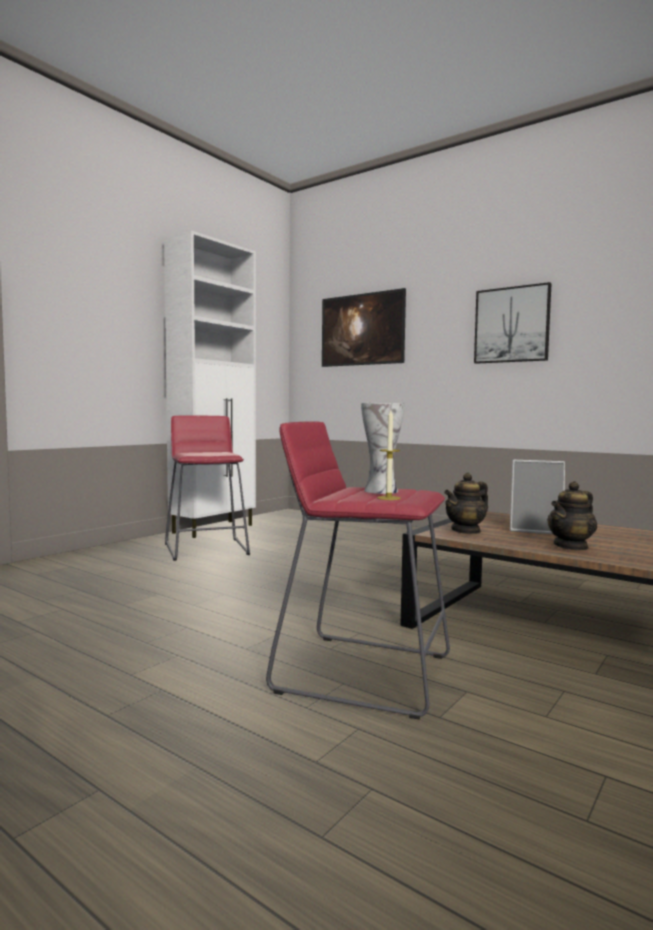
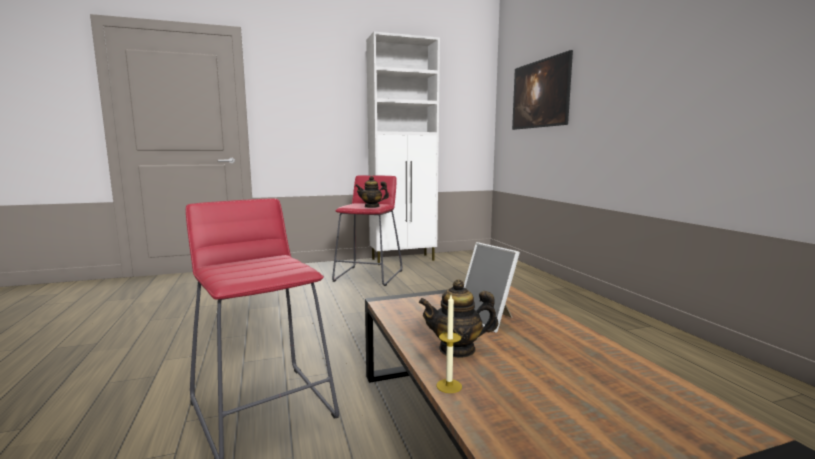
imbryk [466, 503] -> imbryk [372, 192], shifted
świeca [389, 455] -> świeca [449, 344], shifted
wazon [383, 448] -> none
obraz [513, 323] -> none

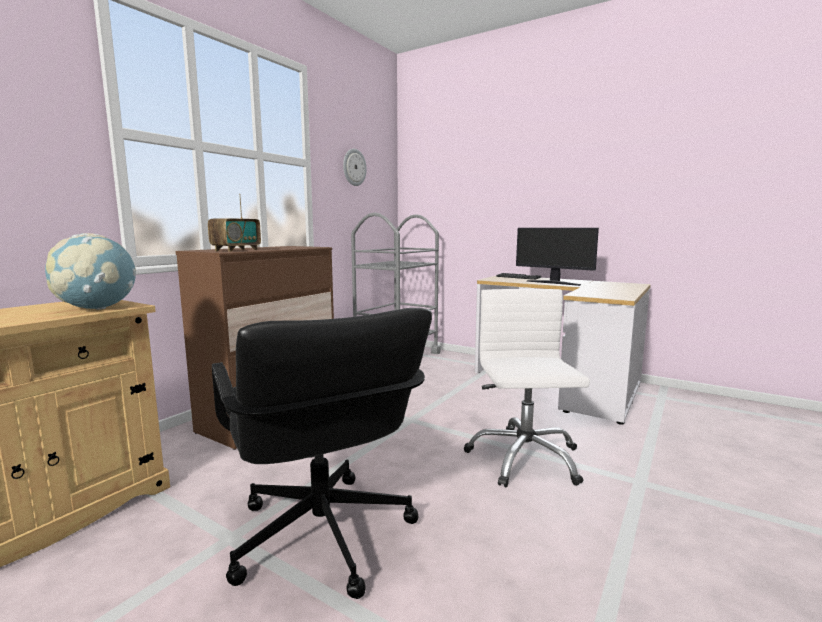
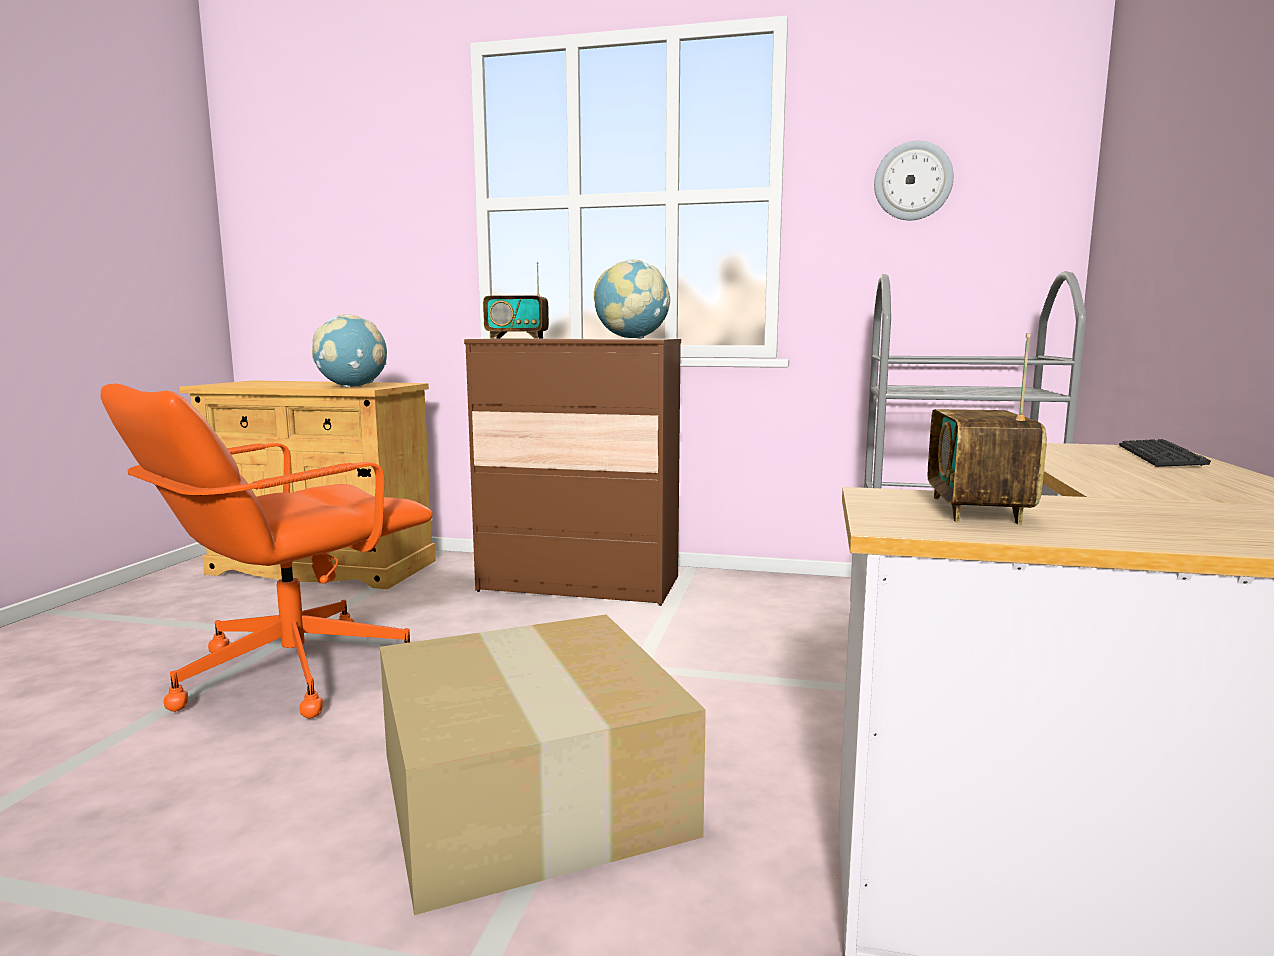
krzesło biurowe [czarny] [322, 453] -> krzesło biurowe [pomarańczowy] [267, 551]
krzesło biurowe [biały] [527, 388] -> karton [543, 764]
none -> globus [632, 299]
none -> radio [987, 429]
monitor [557, 257] -> none

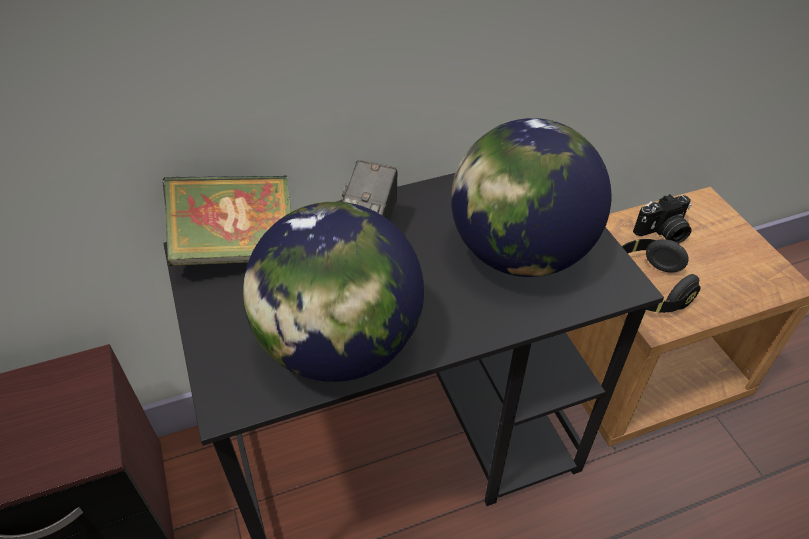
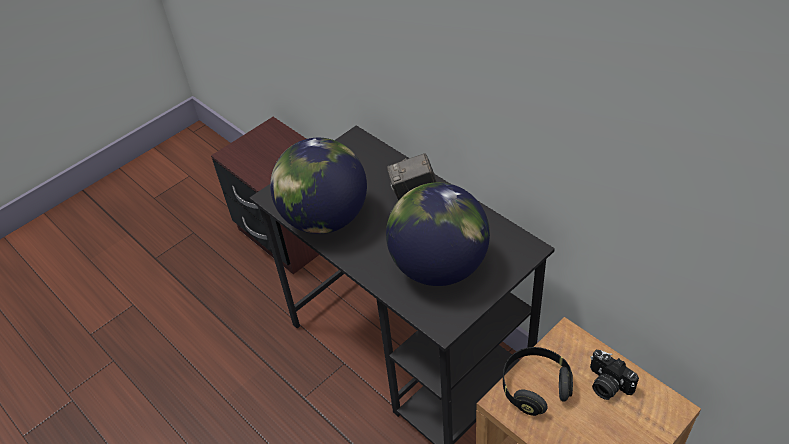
książka [226, 220] -> none

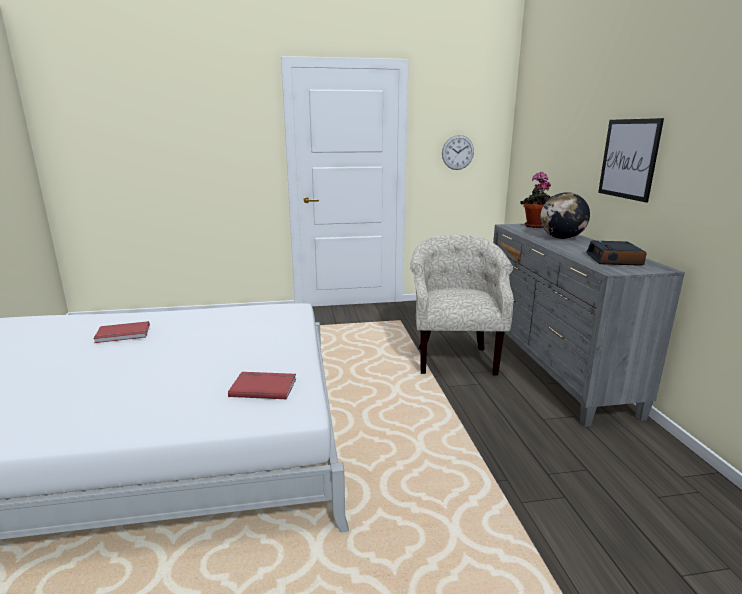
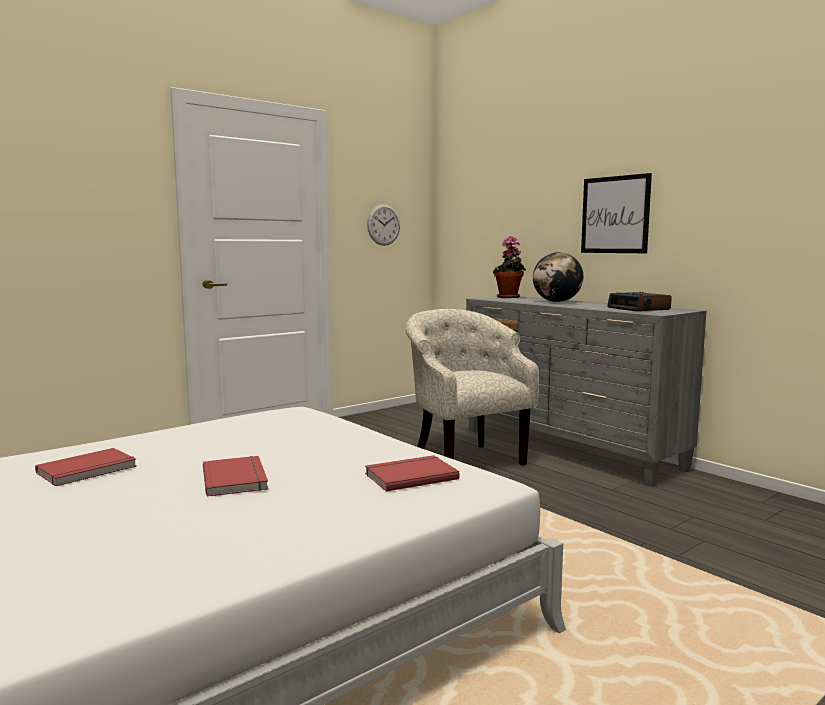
none -> książka [czerwony] [235, 476]

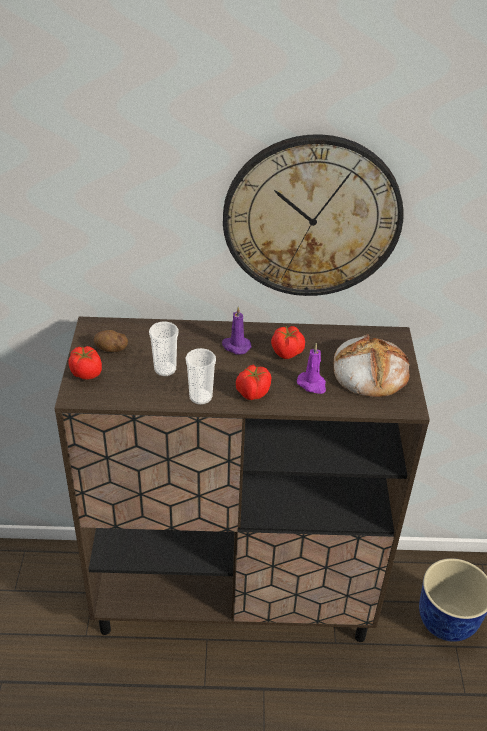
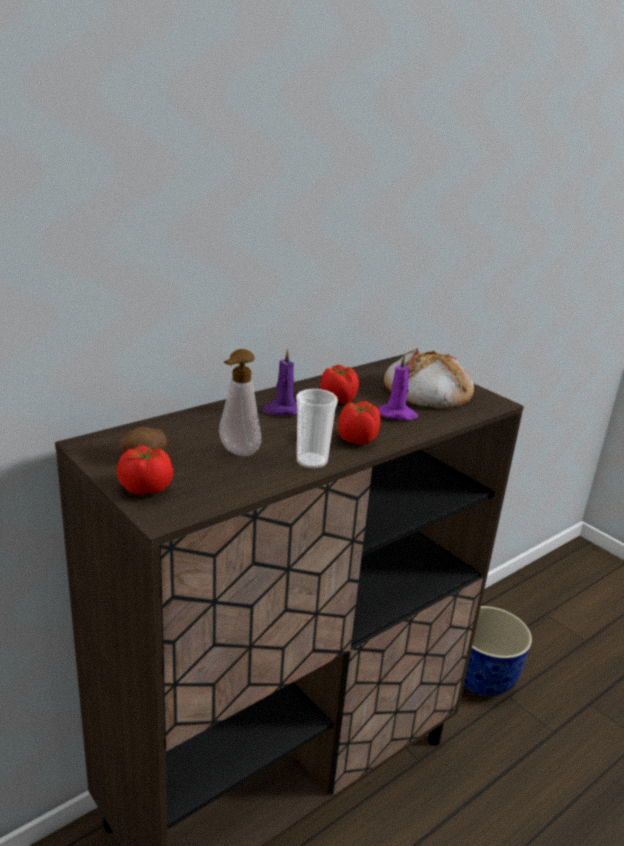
filiżanka [163, 349] -> dozownik mydła [240, 402]
zegar ścienny [313, 215] -> none

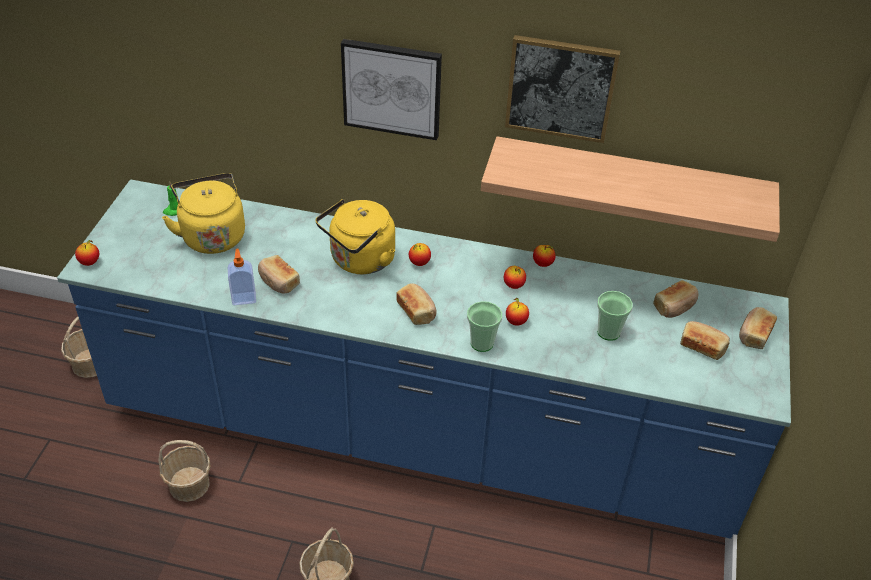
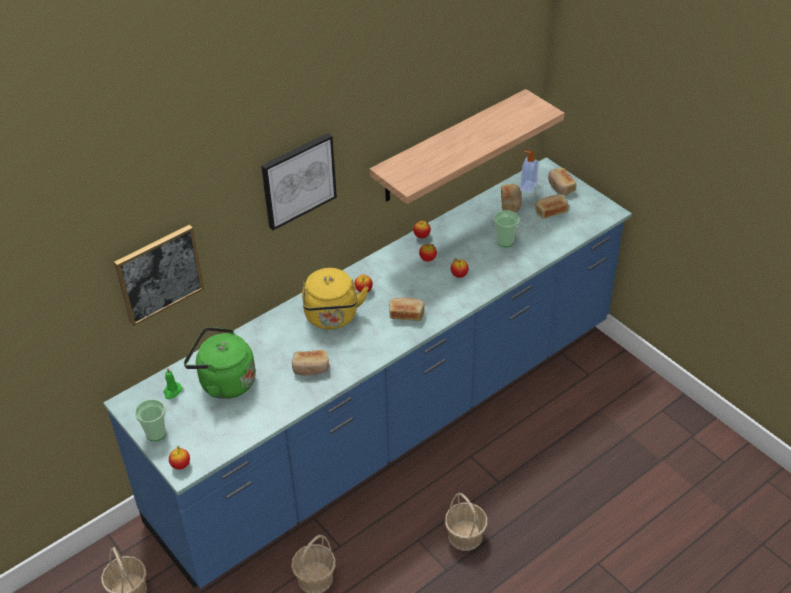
obraz [562, 89] -> obraz [159, 275], shifted
filiżanka [484, 326] -> filiżanka [150, 420], shifted
czajnik [żółty] [203, 213] -> czajnik [zielony] [220, 363]
dozownik mydła [242, 277] -> dozownik mydła [529, 171], shifted

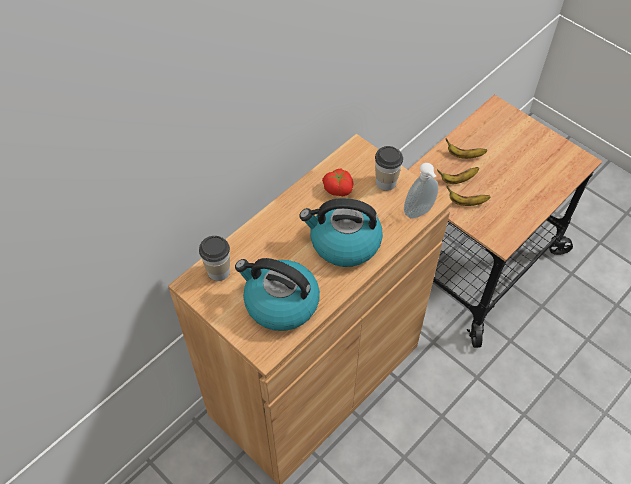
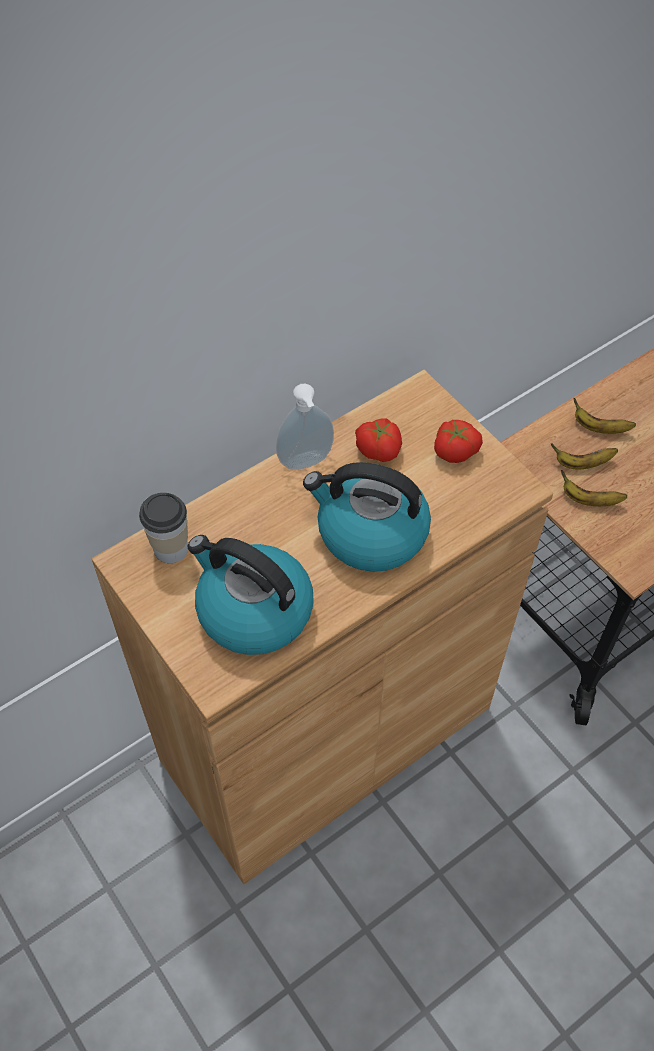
dozownik mydła [421, 191] -> dozownik mydła [305, 426], shifted
filiżanka [389, 168] -> pomidor [458, 441]

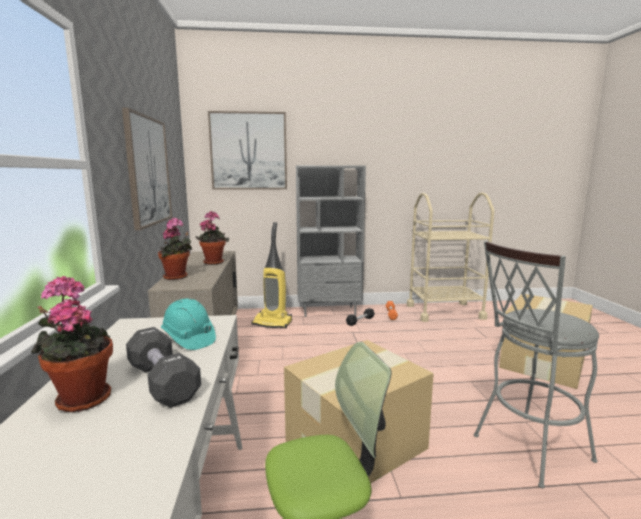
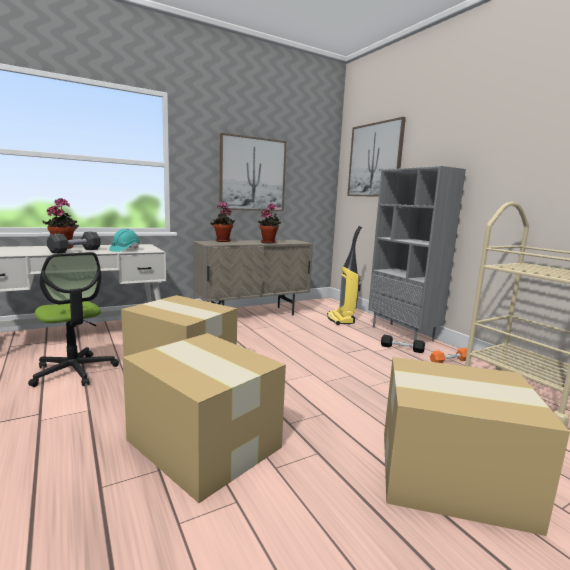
stołek [szary] [536, 364] -> karton [204, 418]

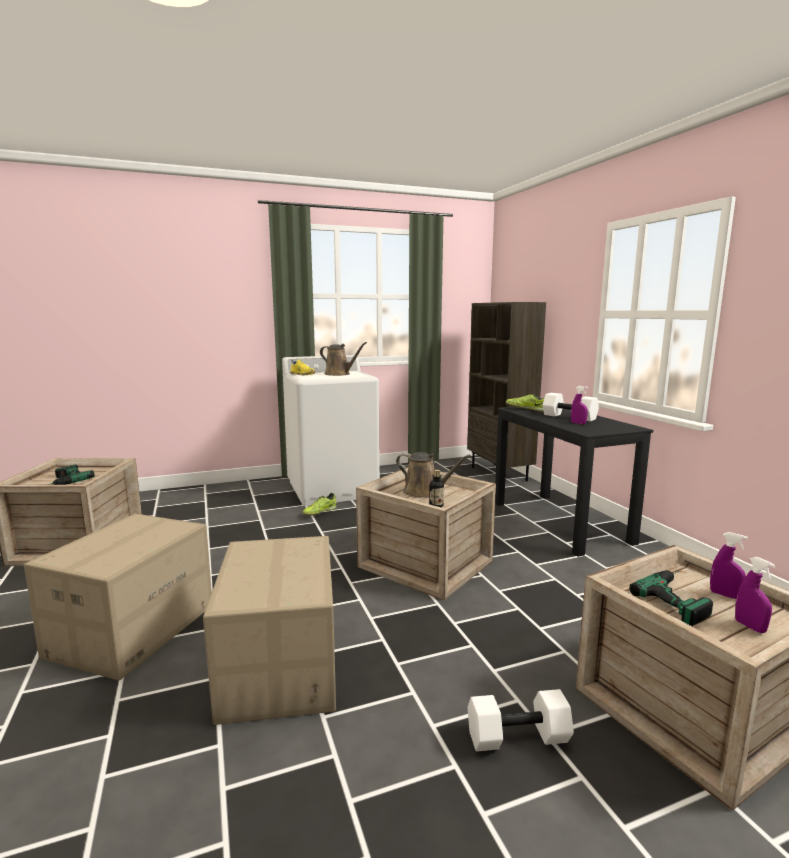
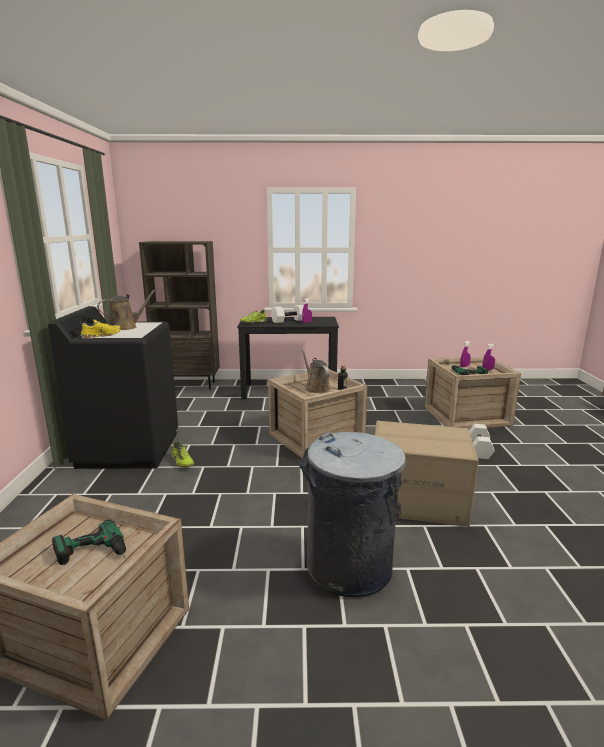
pralka [biały] [331, 430] -> pralka [czarny] [113, 387]
karton [118, 597] -> kosz na śmieci [szary] [352, 514]
konewka [brązowy] [433, 475] -> konewka [brązowy] [315, 371], 75 degrees counterclockwise

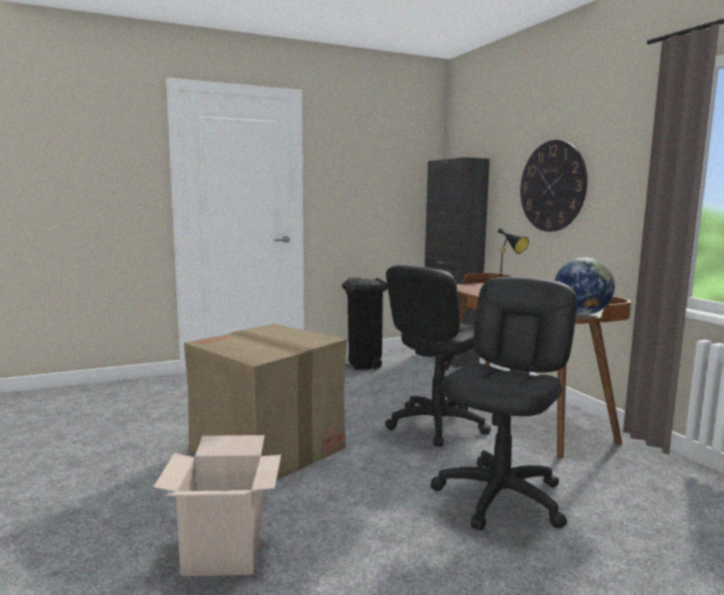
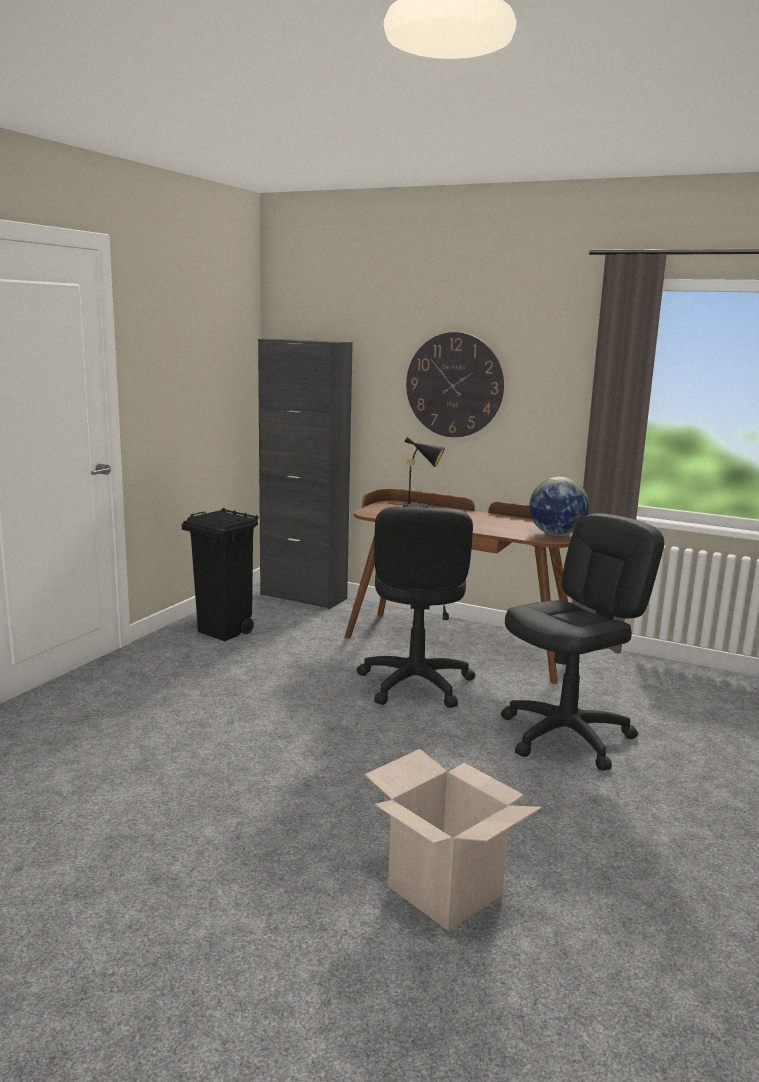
krzesło biurowe [czarny] [504, 403] -> krzesło biurowe [czarny] [582, 641], 60 degrees clockwise
karton [265, 402] -> none

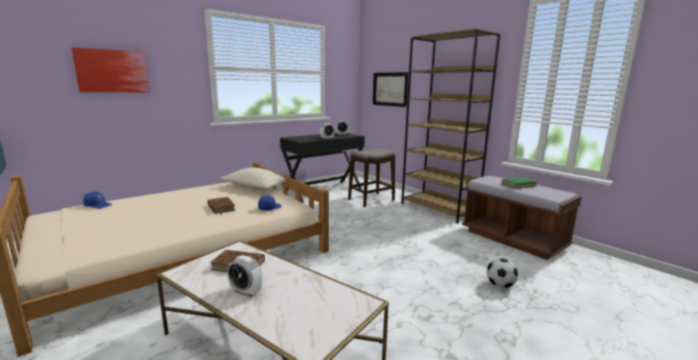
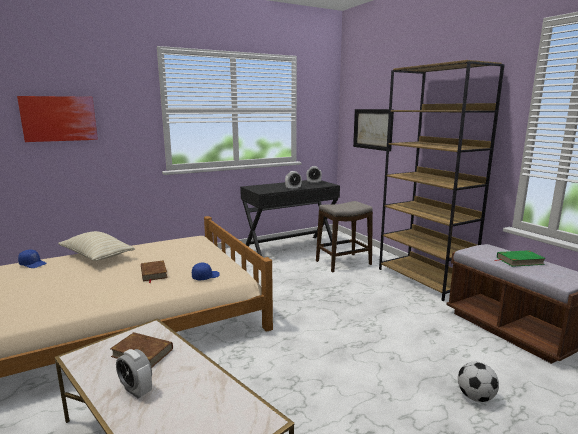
poduszka [beżowy] [252, 178] -> poduszka [beżowy] [96, 246], shifted

